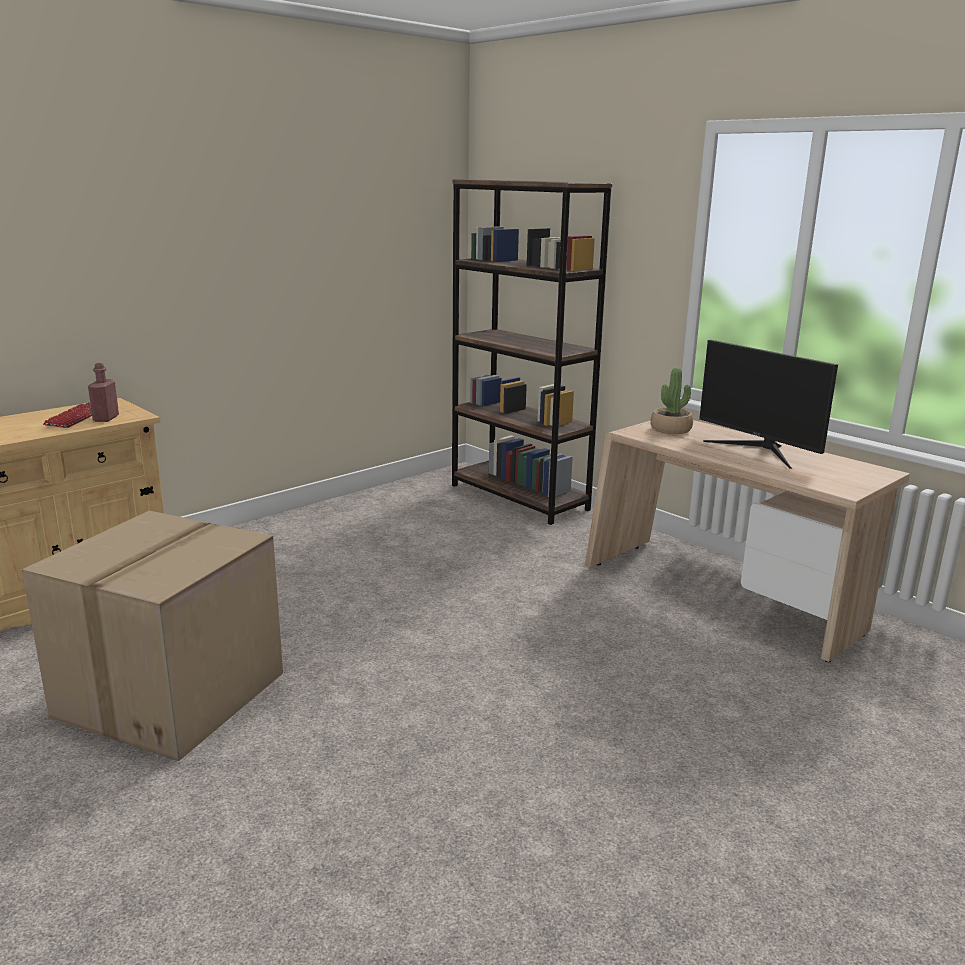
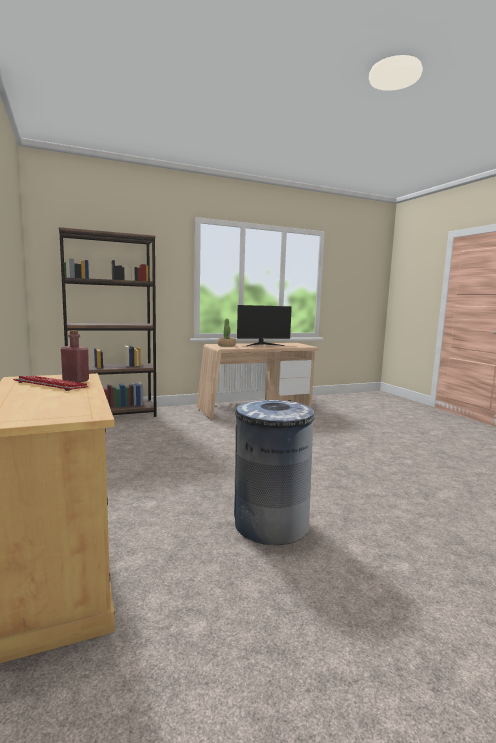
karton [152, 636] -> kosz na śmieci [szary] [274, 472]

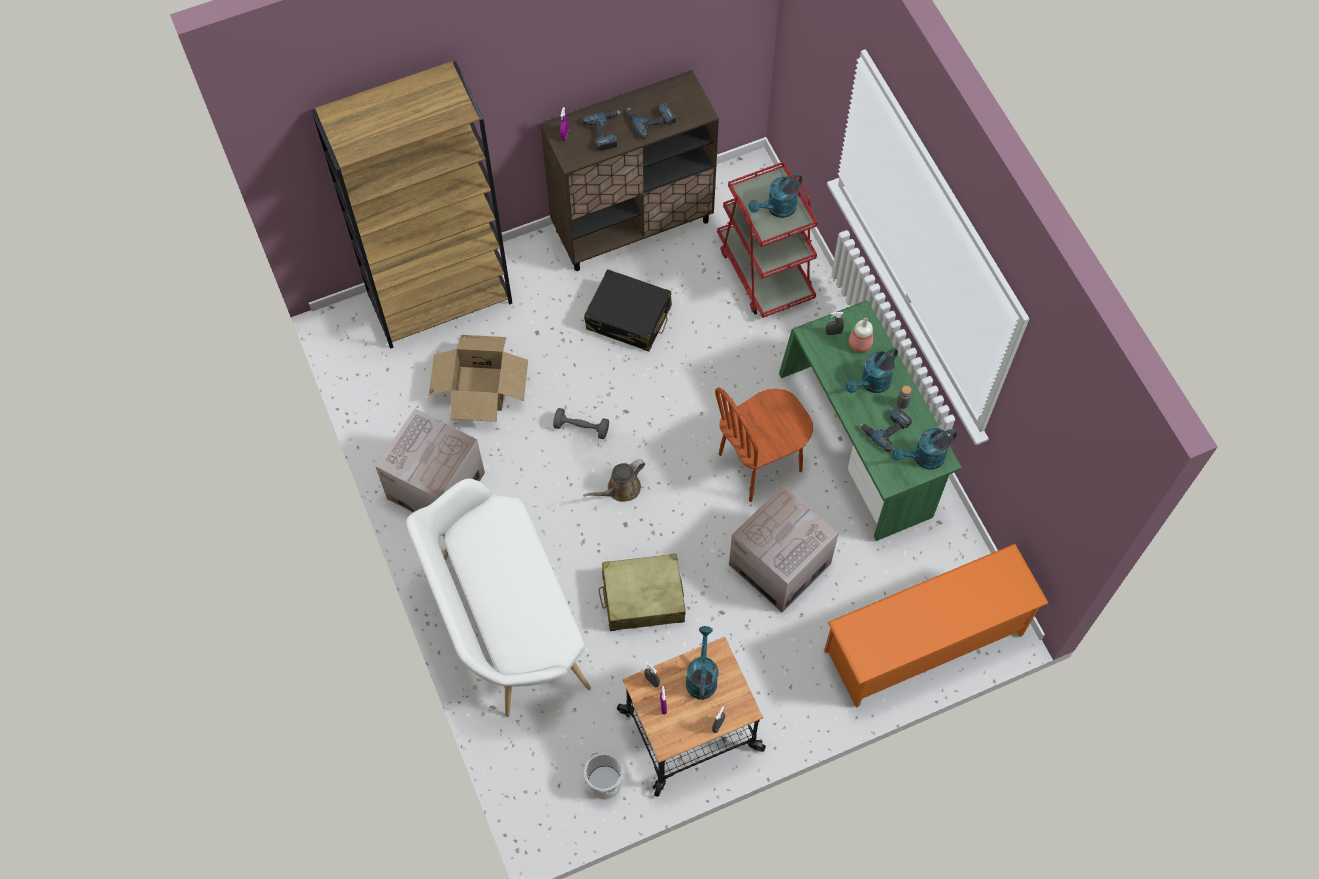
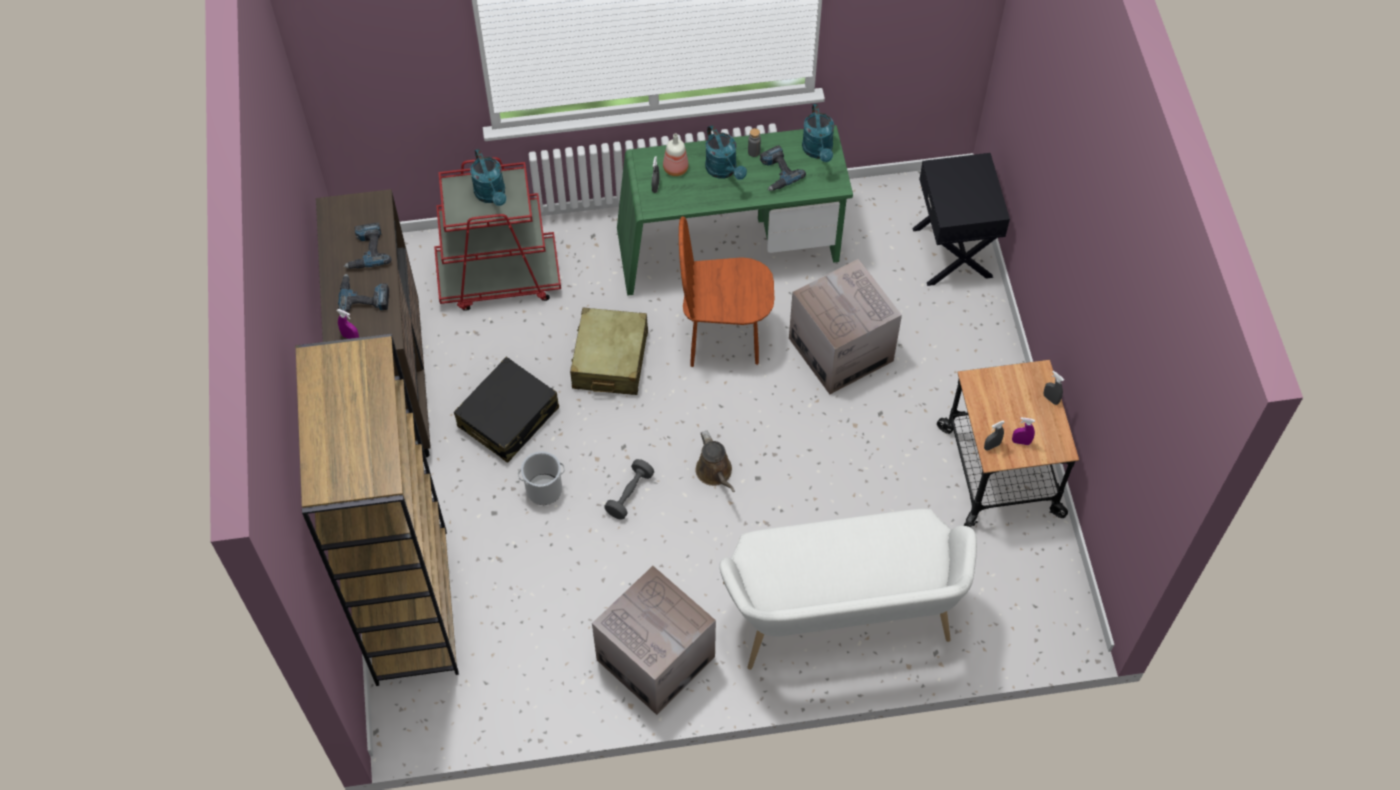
wiadro [603, 776] -> wiadro [541, 478], shifted
walizka [beżowy] [642, 592] -> walizka [beżowy] [609, 351], shifted
krzesło [brązowy] [764, 444] -> krzesło [brązowy] [726, 291], 105 degrees clockwise
regał na buty [pomarańczowy] [936, 626] -> szafka nocna [czarny] [961, 219]
karton [478, 378] -> none
konewka [turkusowy] [702, 663] -> none

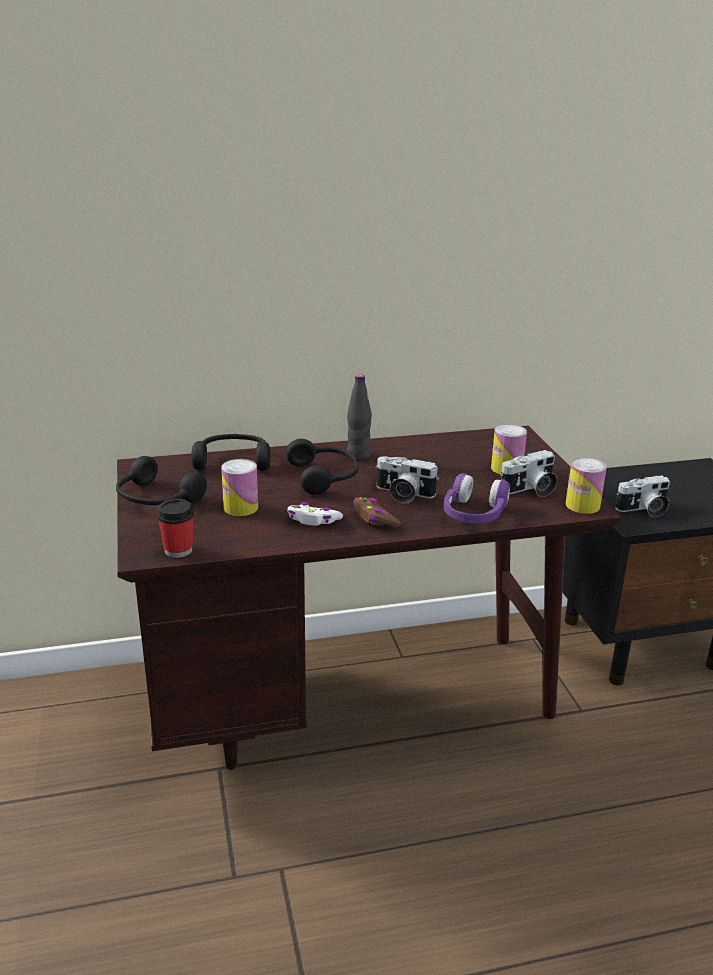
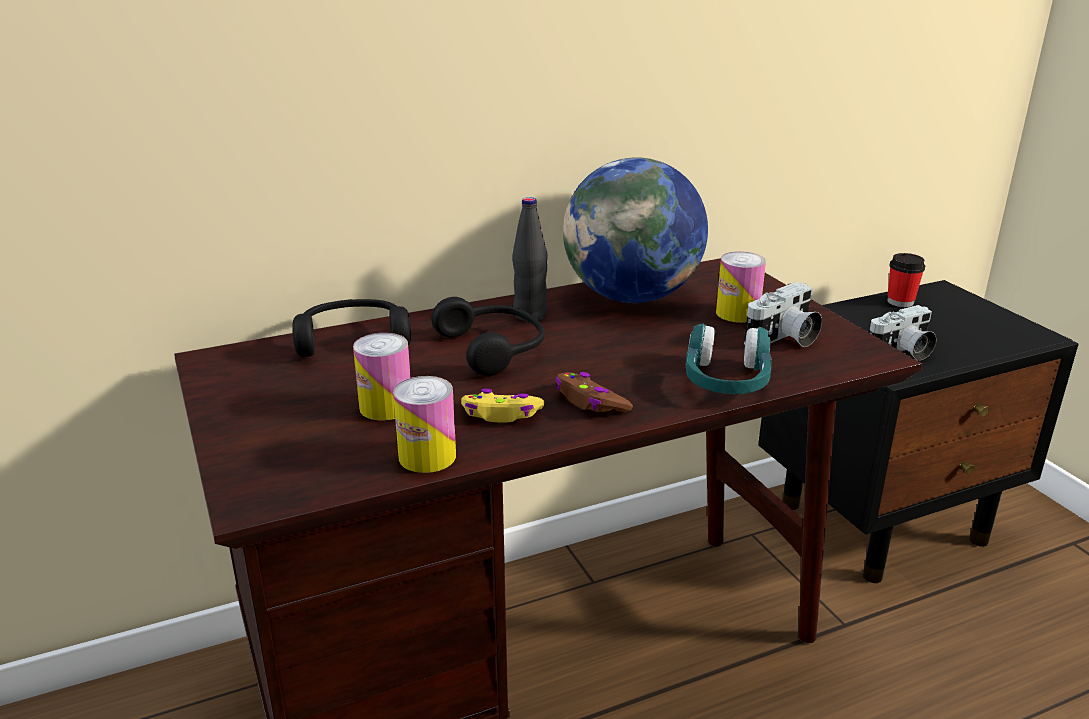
puszka [586, 485] -> puszka [424, 424], shifted
pad do gier [biały] [315, 514] -> pad do gier [żółty] [502, 406]
none -> globus [635, 230]
słuchawki [fioletowy] [477, 498] -> słuchawki [turkusowy] [729, 359]
filiżanka [175, 528] -> filiżanka [906, 280], shifted
słuchawki [czarny] [161, 480] -> none
aparat fotograficzny [407, 480] -> none

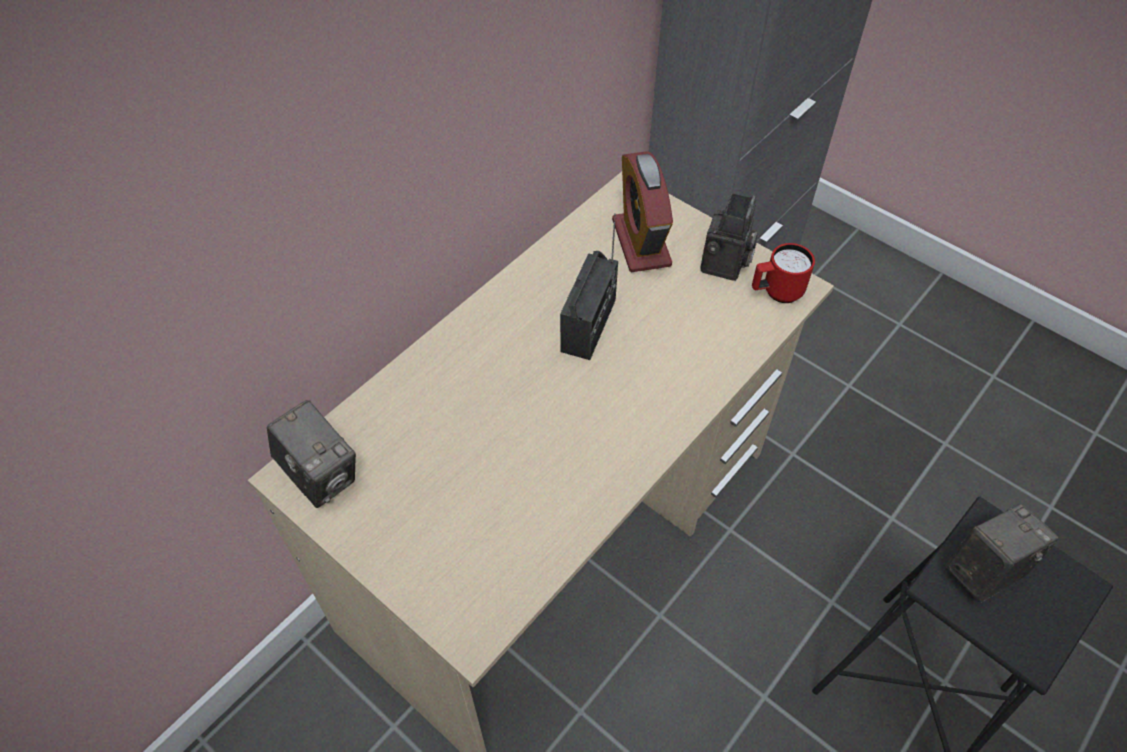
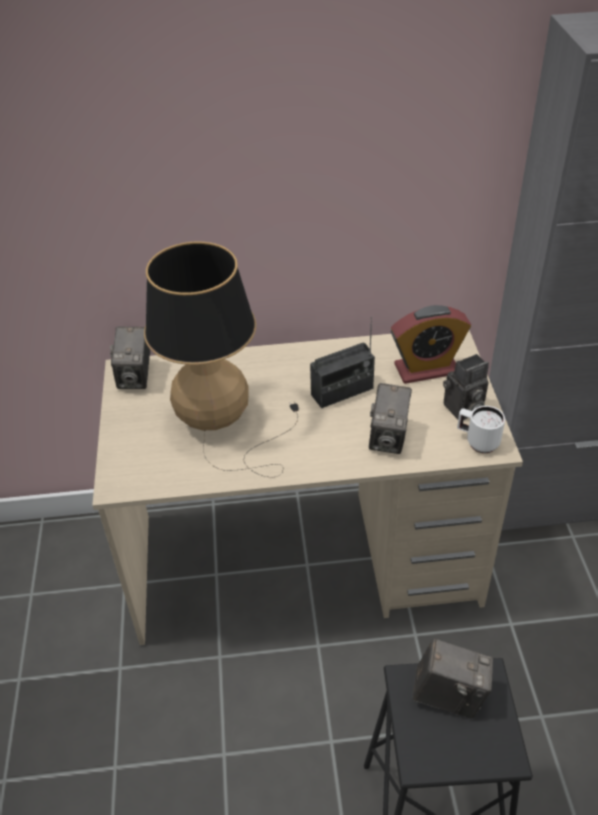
none -> lampa stołowa [221, 359]
none -> aparat fotograficzny [390, 418]
budzik [642, 211] -> budzik [431, 344], 135 degrees counterclockwise
kubek [czerwony] [783, 273] -> kubek [biały] [481, 429]

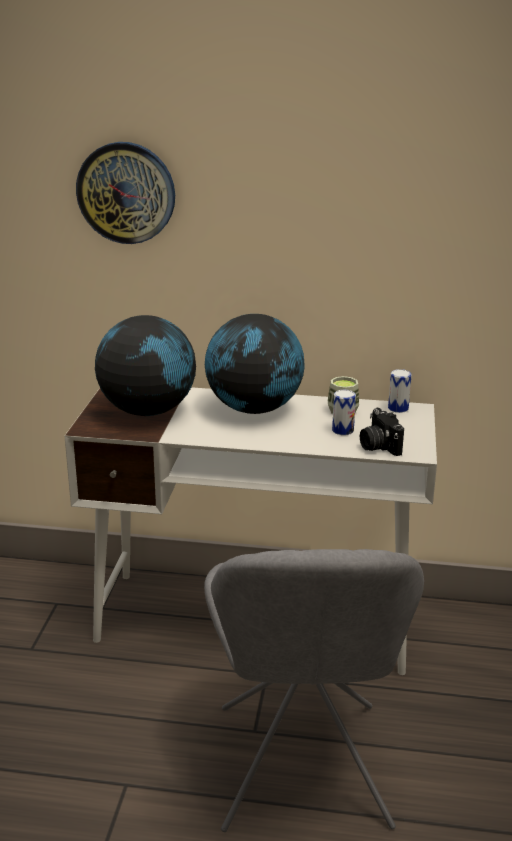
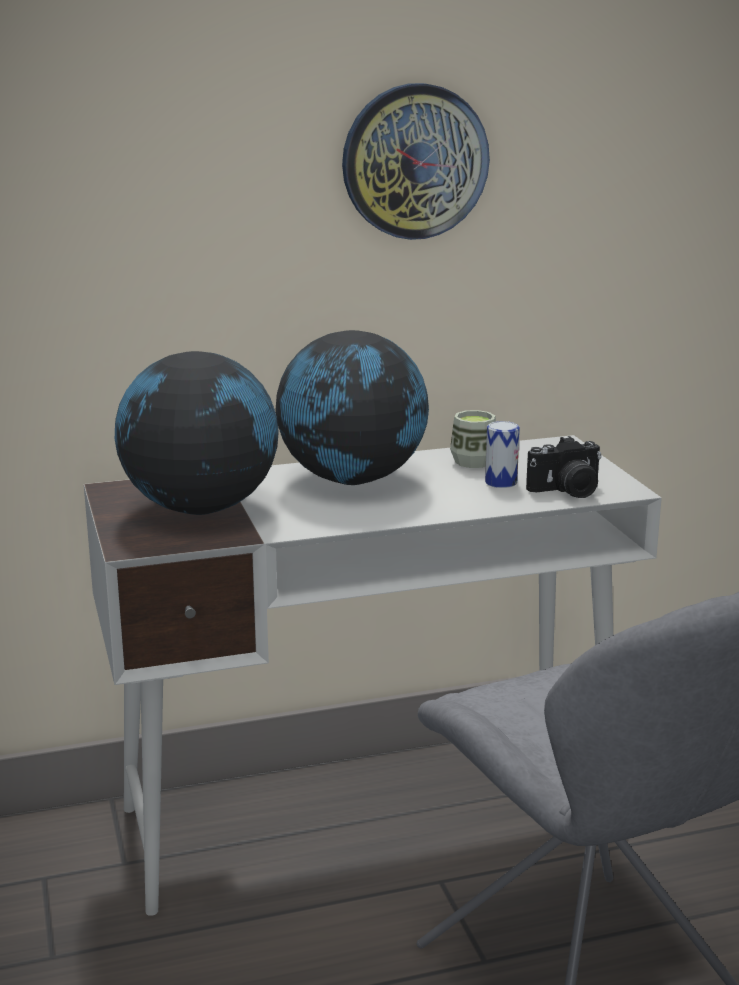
zegar ścienny [125, 193] -> zegar ścienny [416, 161], shifted
aparat fotograficzny [382, 432] -> aparat fotograficzny [564, 467], 60 degrees counterclockwise
puszka [400, 391] -> none

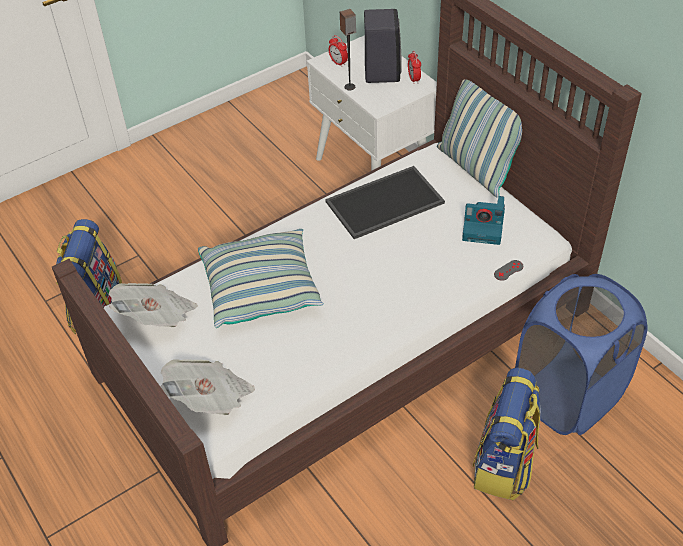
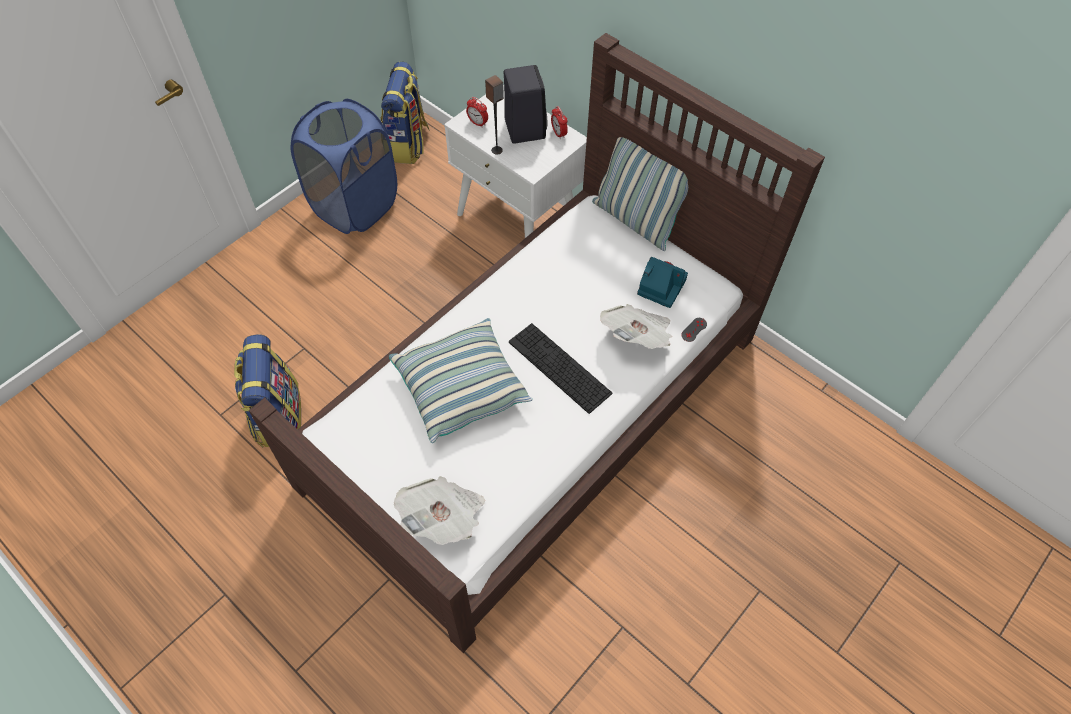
kosz na pranie [niebieski] [581, 354] -> kosz na pranie [niebieski] [344, 166], shifted
plecak [507, 434] -> plecak [405, 113], shifted
none -> klawiatura [560, 368]
gazeta [153, 305] -> gazeta [636, 326], shifted
aparat fotograficzny [483, 220] -> aparat fotograficzny [662, 282], 150 degrees counterclockwise
taca [385, 202] -> none

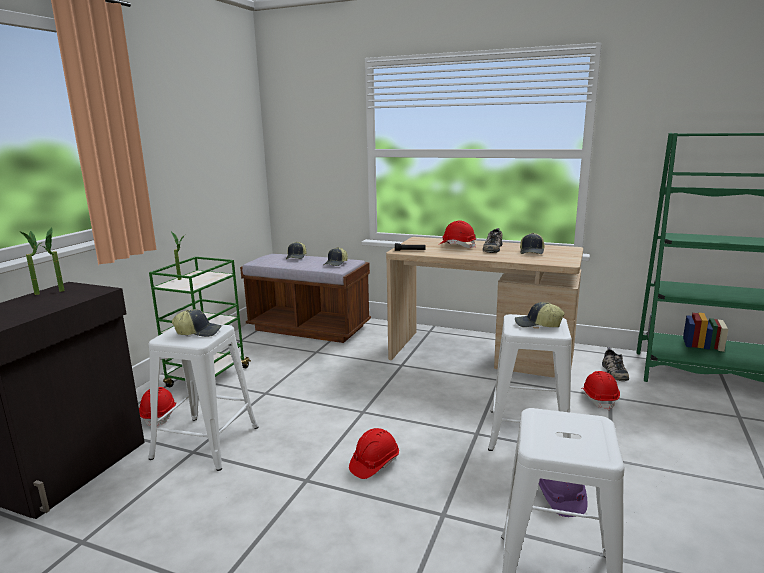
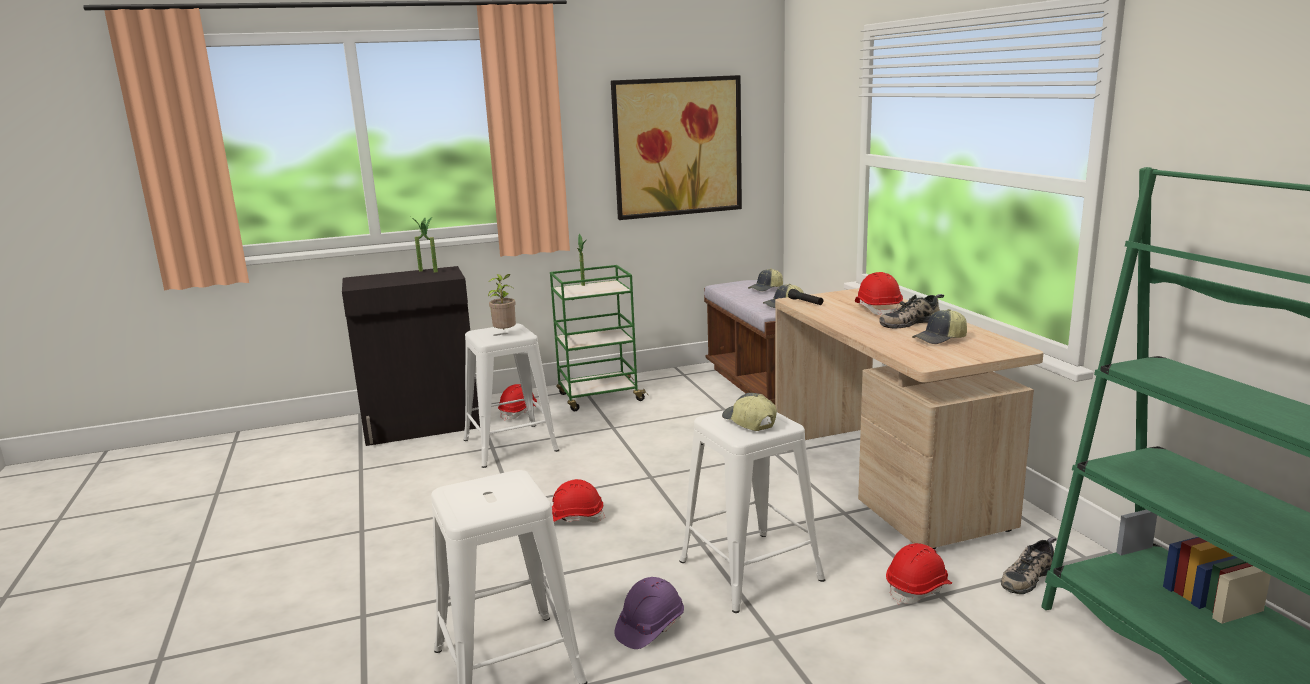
czapka z daszkiem [197, 323] -> roślina doniczkowa [502, 301]
none -> obraz [676, 147]

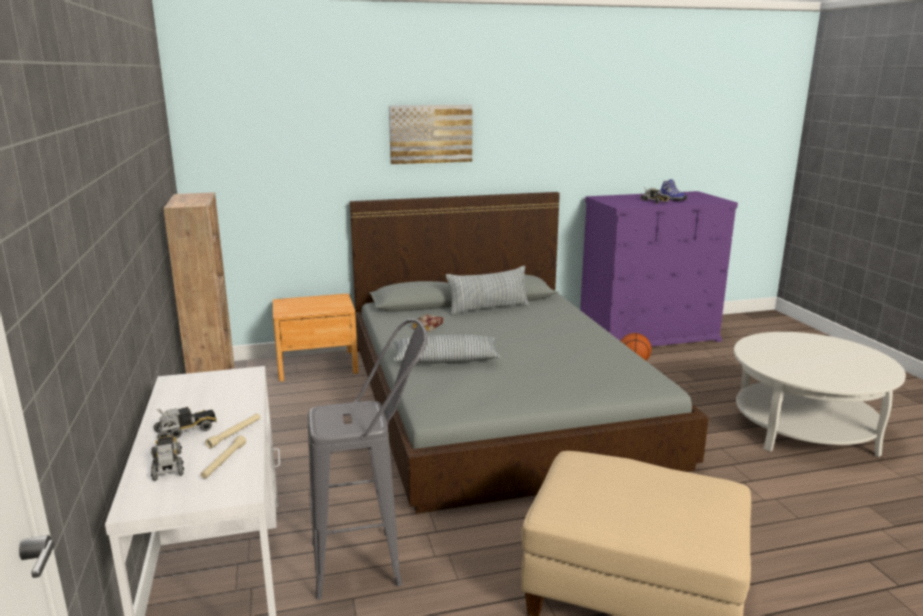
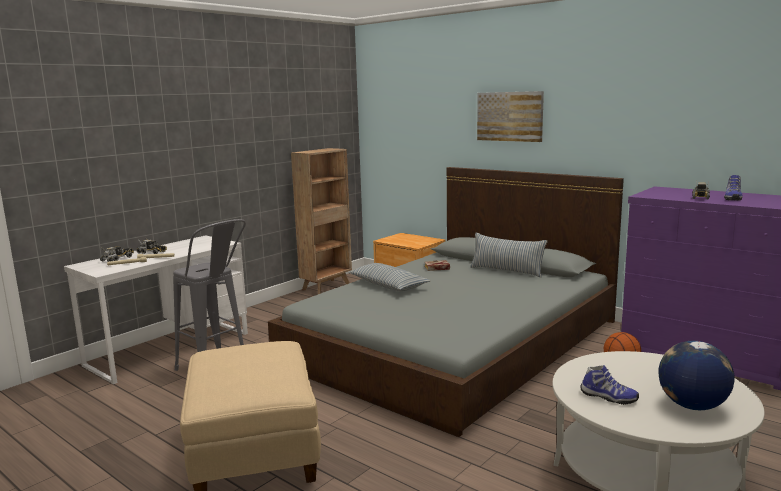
none -> but [610, 385]
none -> globus [696, 375]

